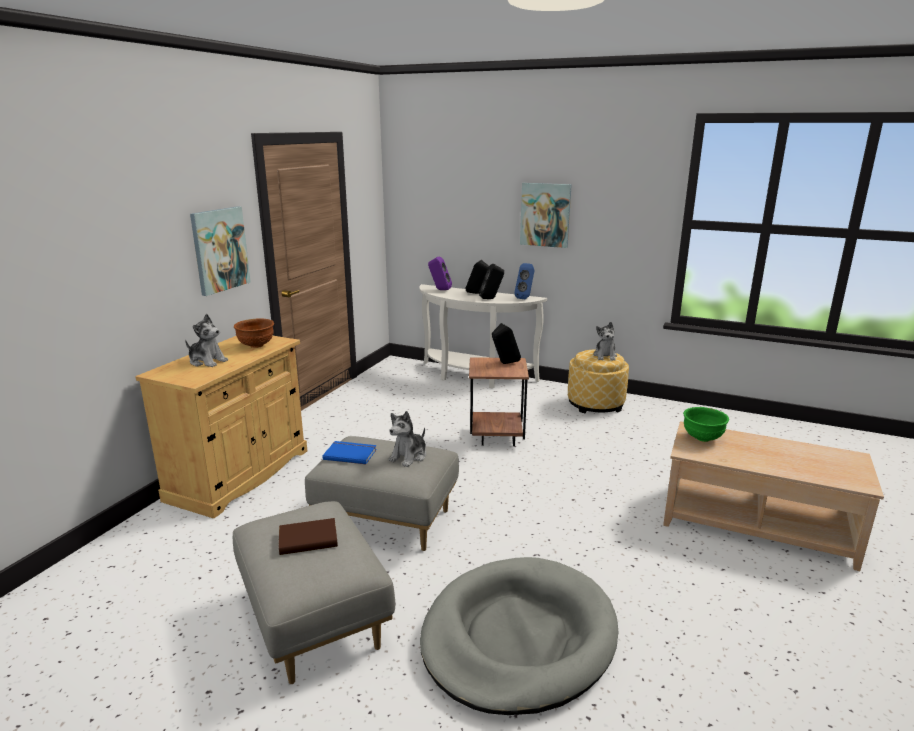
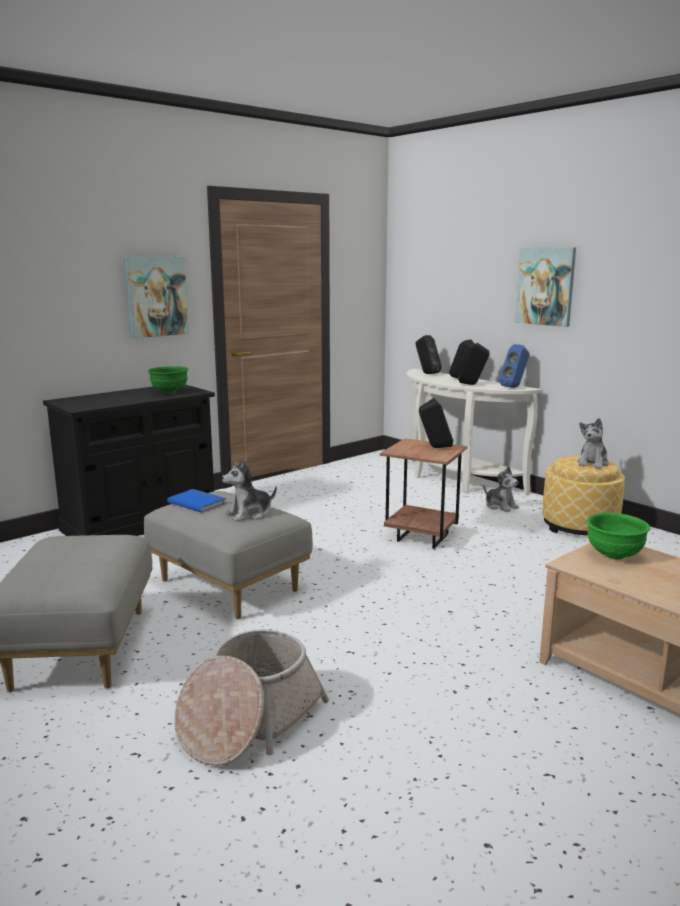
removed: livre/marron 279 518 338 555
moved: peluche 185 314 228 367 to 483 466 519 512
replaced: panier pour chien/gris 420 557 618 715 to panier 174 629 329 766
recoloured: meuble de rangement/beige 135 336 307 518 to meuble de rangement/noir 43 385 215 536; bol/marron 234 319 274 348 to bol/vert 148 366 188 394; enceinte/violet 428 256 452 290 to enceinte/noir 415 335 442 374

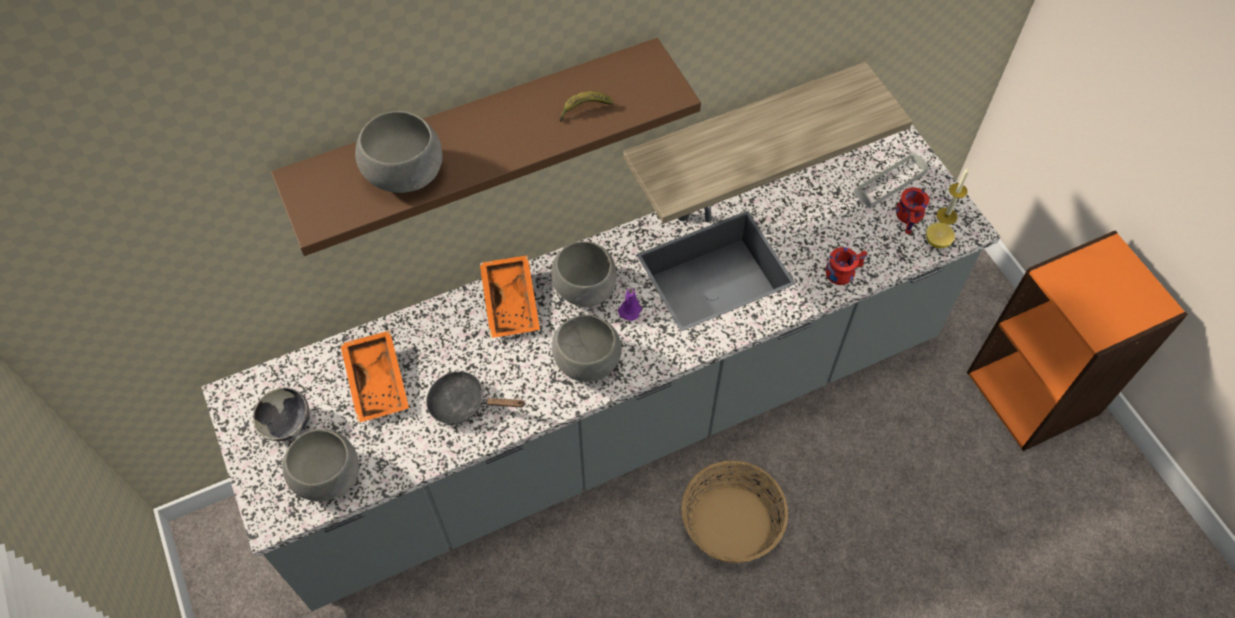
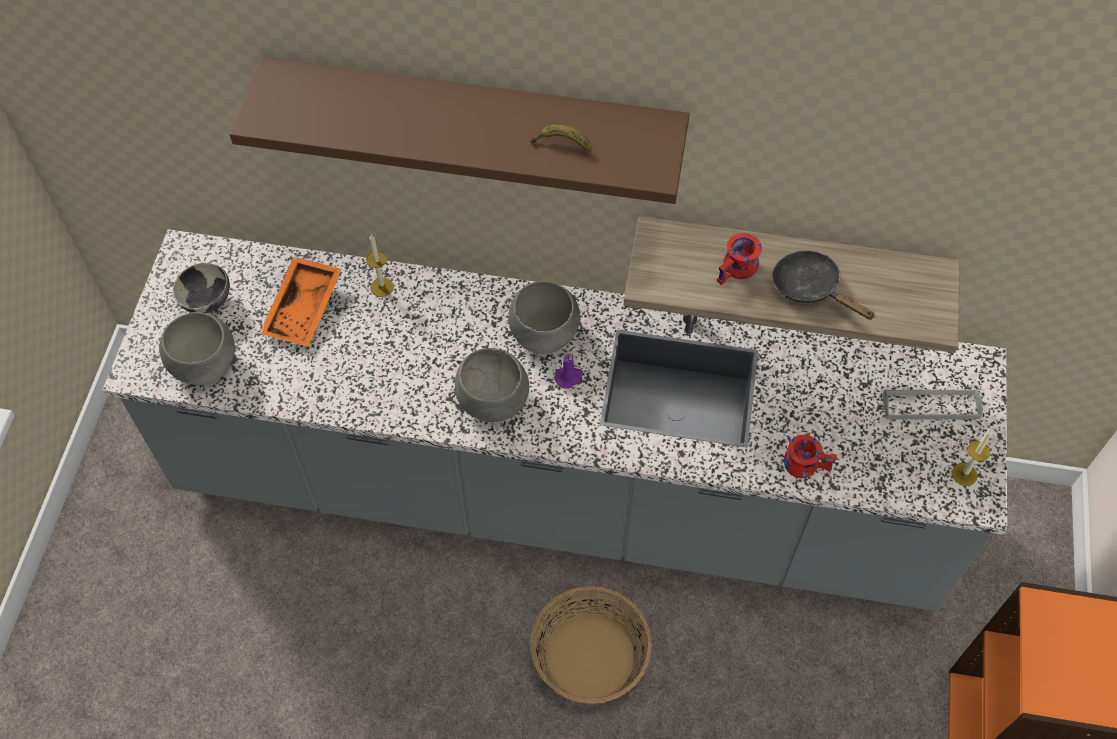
removed: bol/gris 355 111 442 193; plateau/orange 480 255 540 338; citron 926 222 955 248
added: bougie 366 234 394 297
moved: poêle/noir 426 370 526 425 to 773 250 875 320; mug/rouge 896 187 929 234 to 717 233 762 285

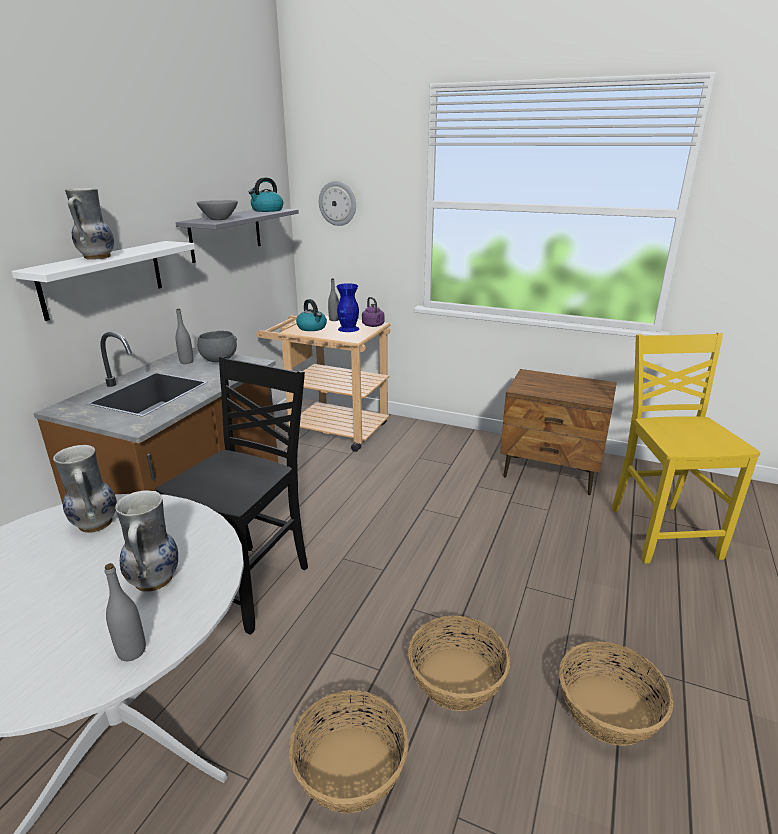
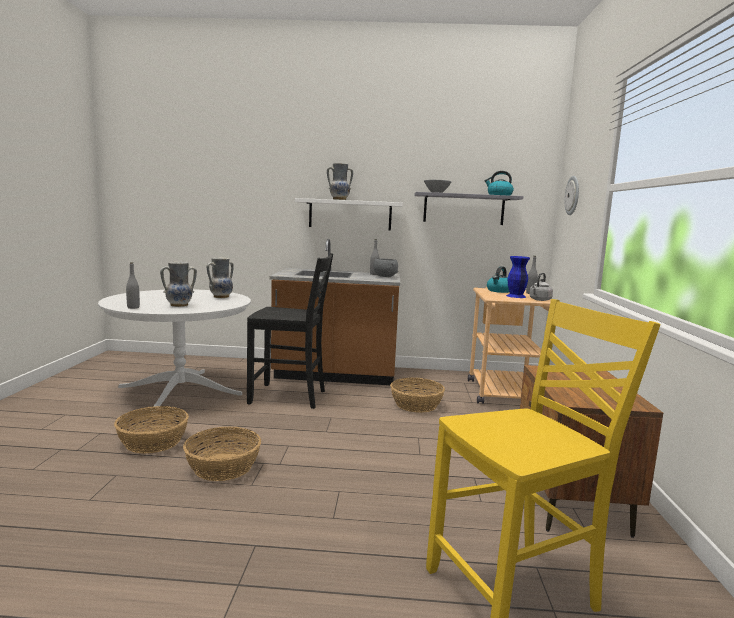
moved: panier 559 641 673 746 to 390 378 445 413
recoloured: bouilloire/violet 362 297 385 327 to bouilloire/gris 529 273 553 301

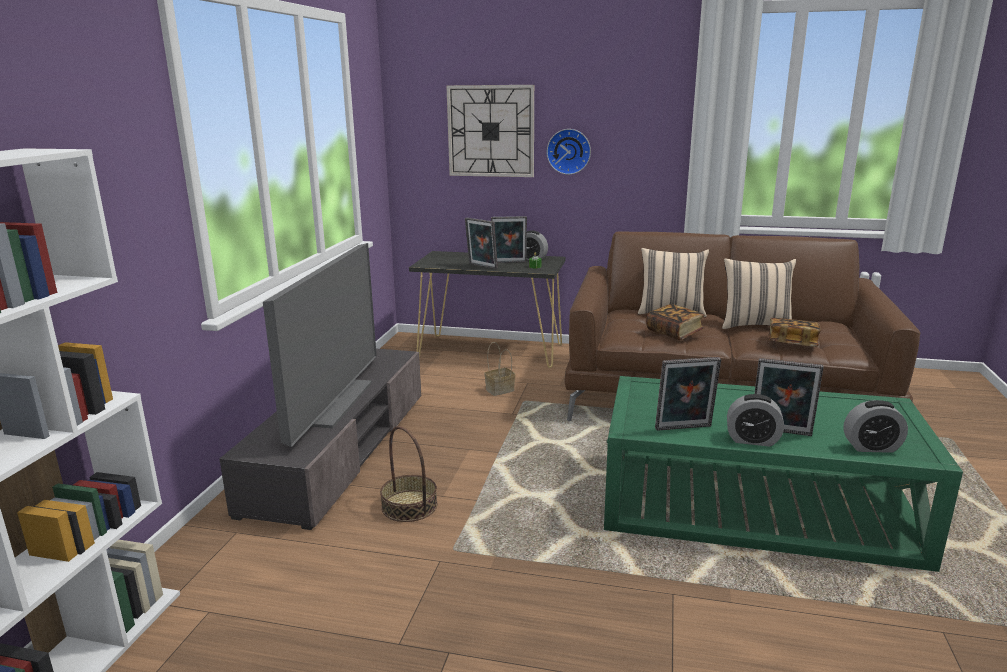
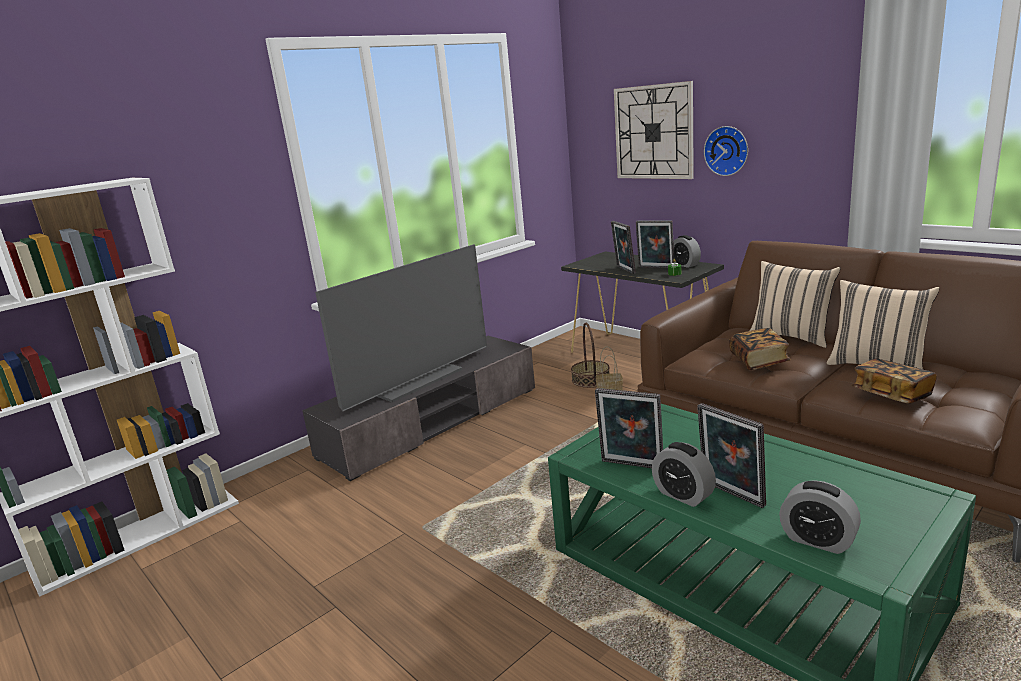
moved: panier 380 426 437 522 to 571 323 610 388

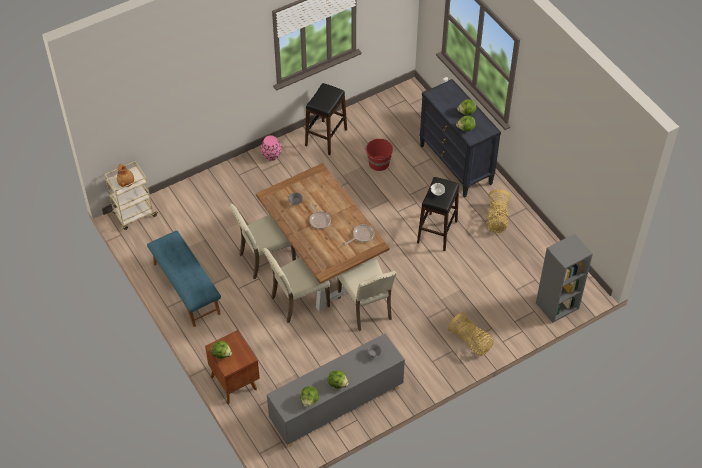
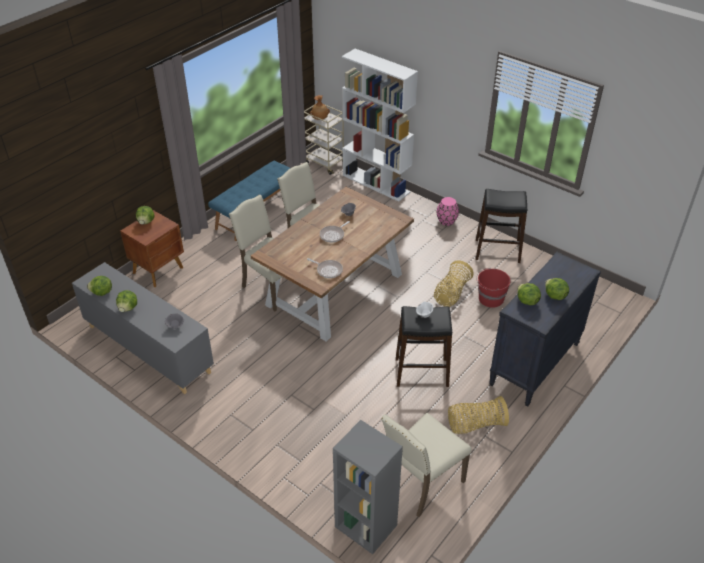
added: bibliothèque/blanc 342 49 418 202
moved: chaise/beige 337 259 396 331 to 381 413 472 517; panier 448 312 494 356 to 434 260 474 307

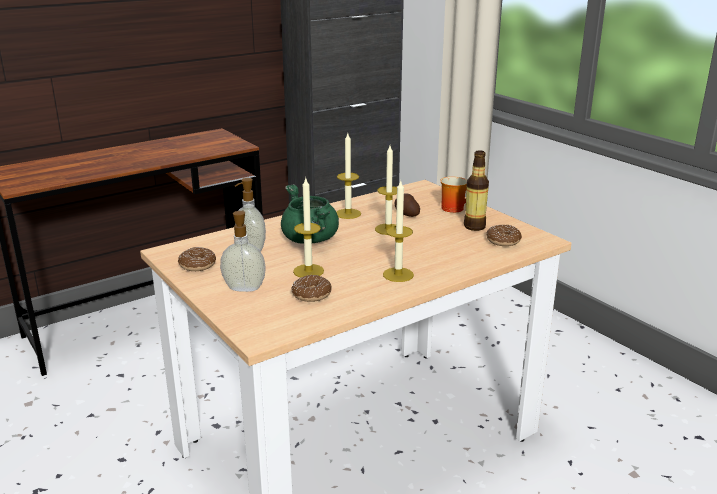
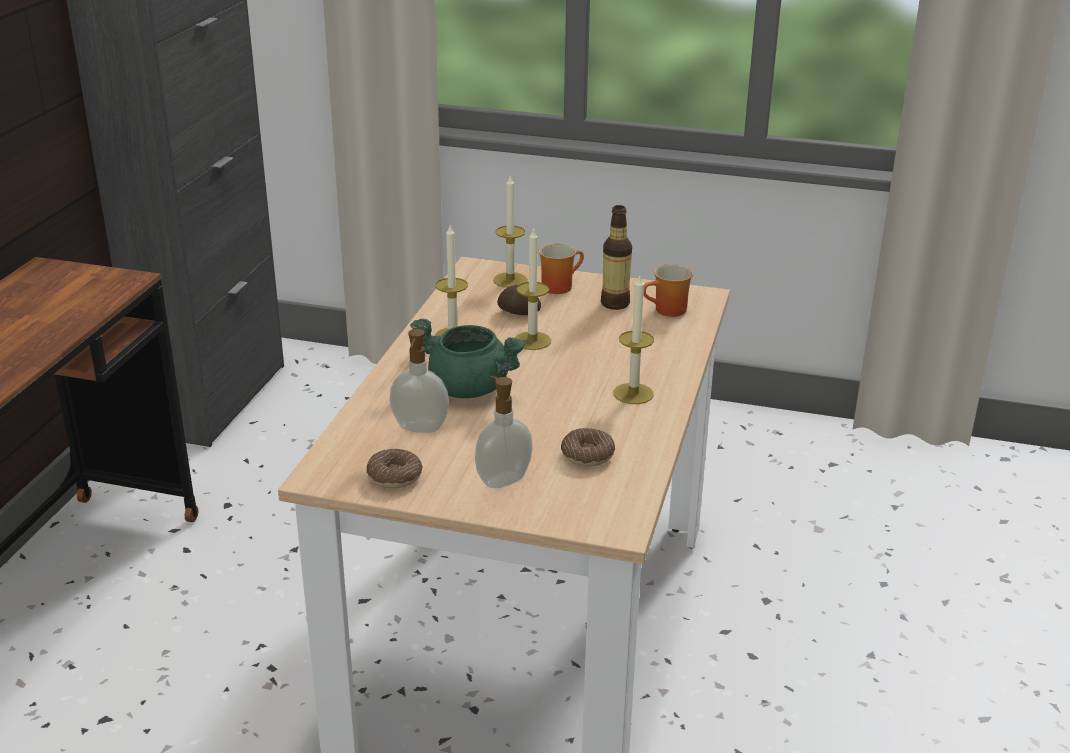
moved: bougie 293 178 324 277 to 493 174 528 288
replaced: beignet 487 225 522 246 to mug 643 264 693 317

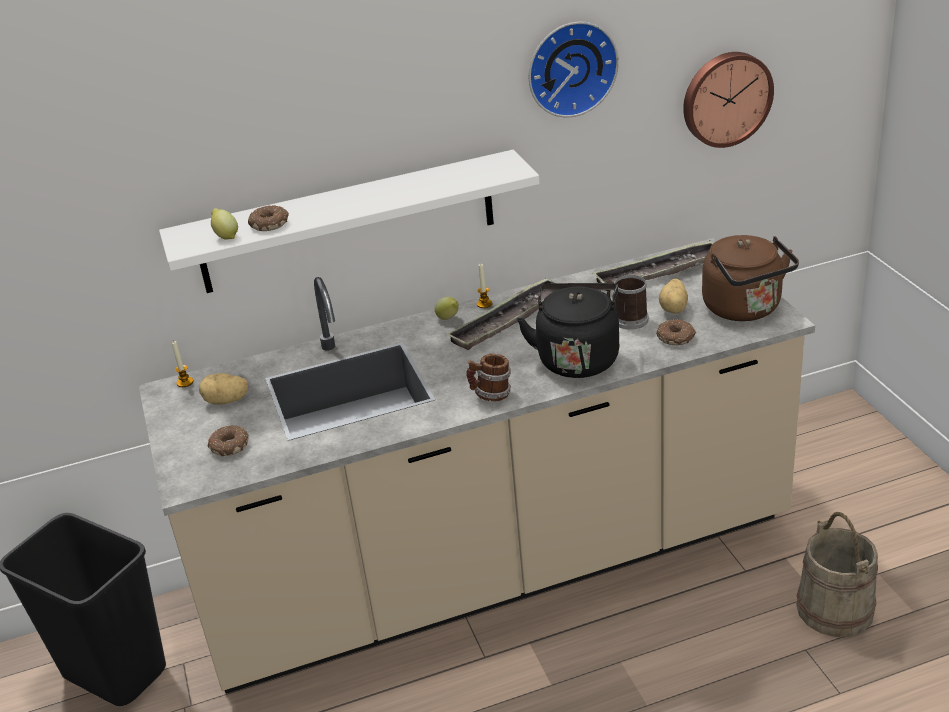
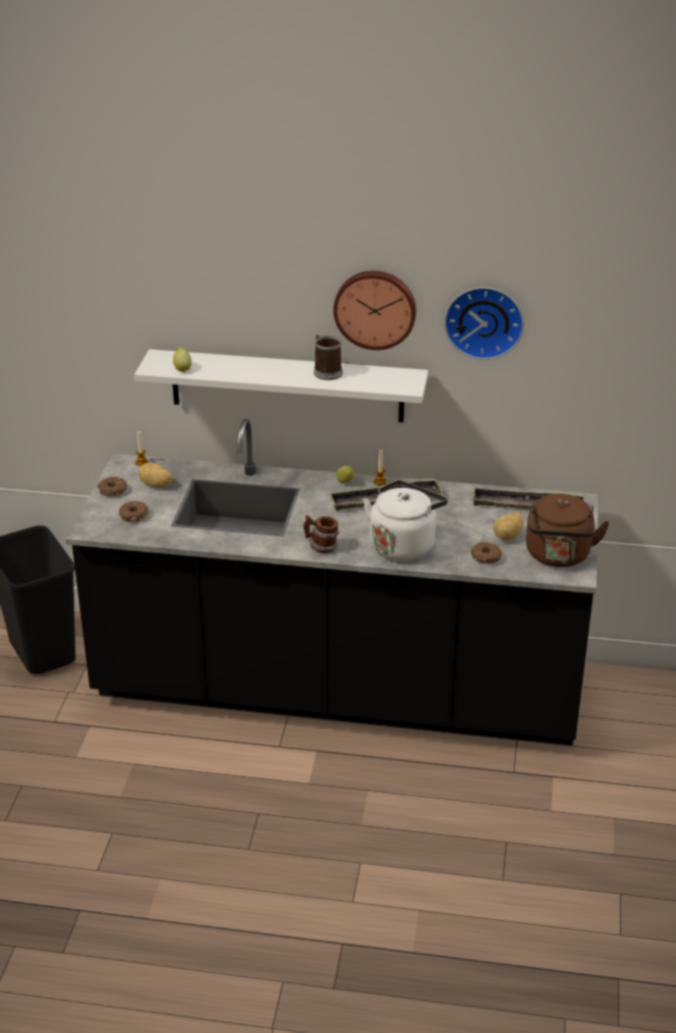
removed: seau/beige 796 512 878 637
moved: beignet 248 205 289 231 to 97 477 127 497; mug 606 275 649 330 to 314 335 343 380; horloge murale 683 52 774 148 to 333 271 416 350
recoloured: comptoir de cuisine/beige 139 238 815 694 to comptoir de cuisine/noir 66 419 598 746; bouilloire/noir 517 283 619 378 to bouilloire/blanc 363 480 448 561

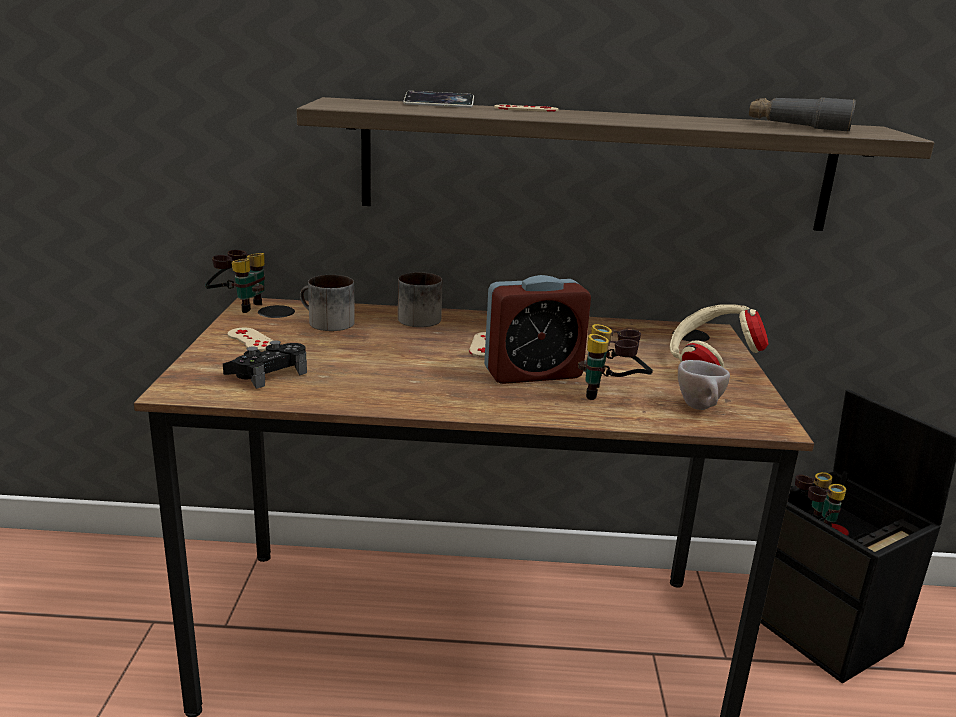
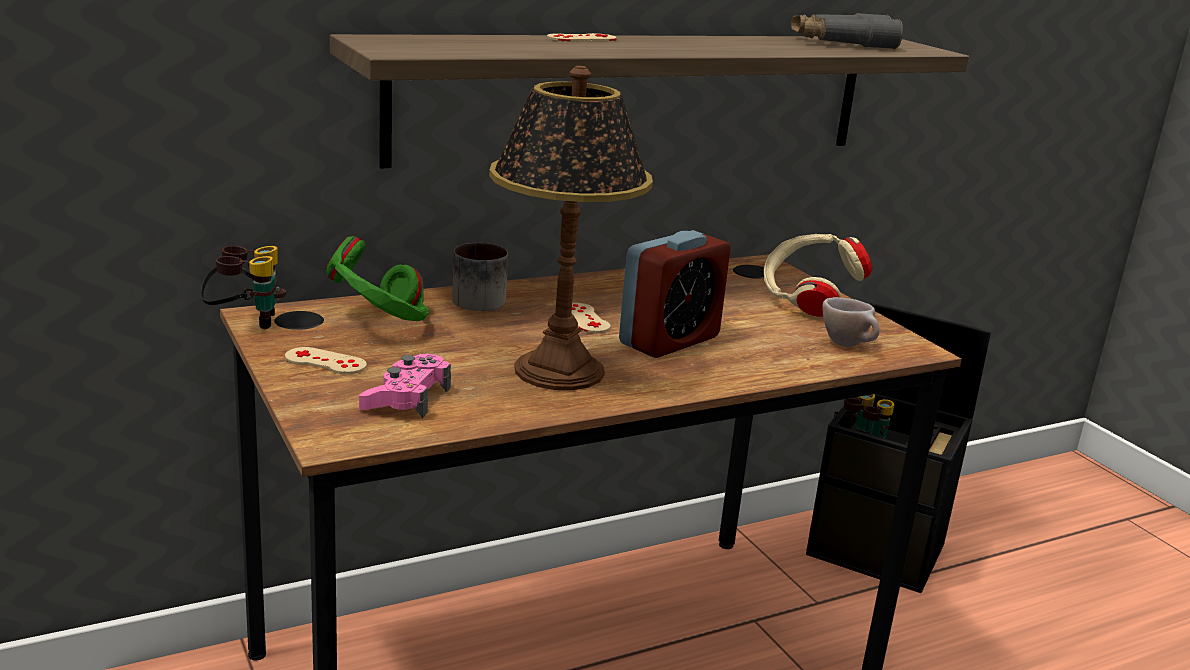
removed: téléphone 403 91 474 108; jumelles 578 324 653 400
added: lampe de table 489 66 653 390
replaced: mug 300 275 355 331 to casque audio/vert 326 236 429 321
recoloured: manette/noir 223 340 307 389 to manette/rose 359 354 451 418

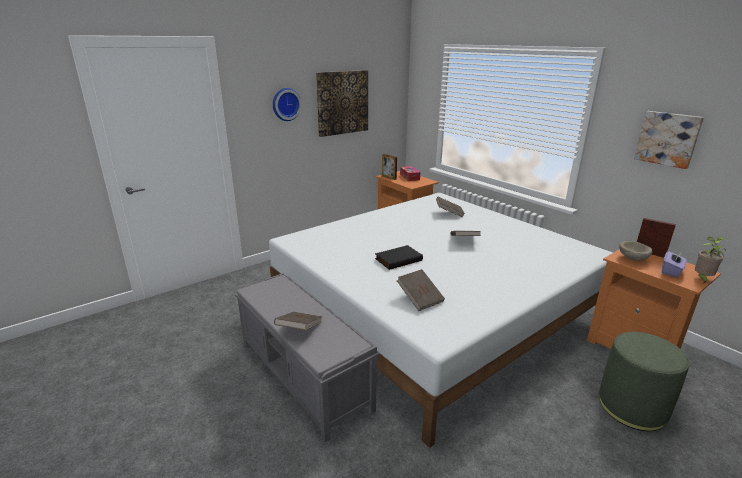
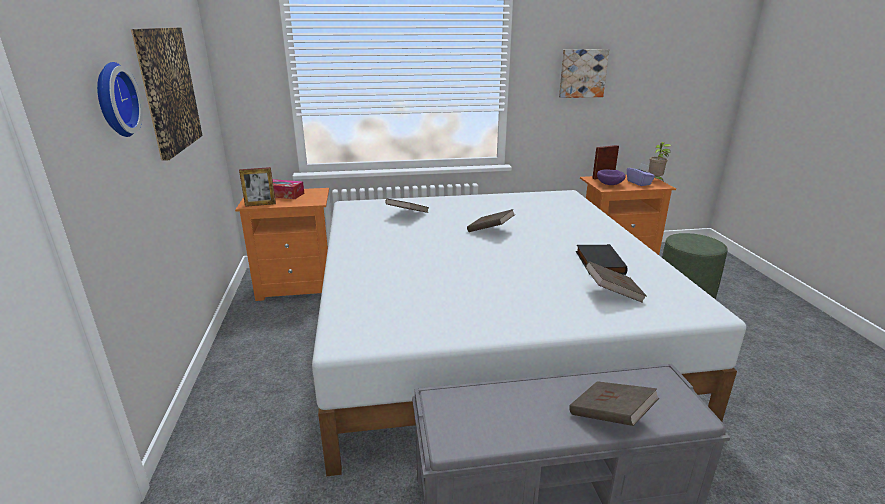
moved: livre/noir 375 245 423 270 to 576 244 628 275
recoloured: bol/beige 619 241 652 261 to bol/violet 597 169 626 185

